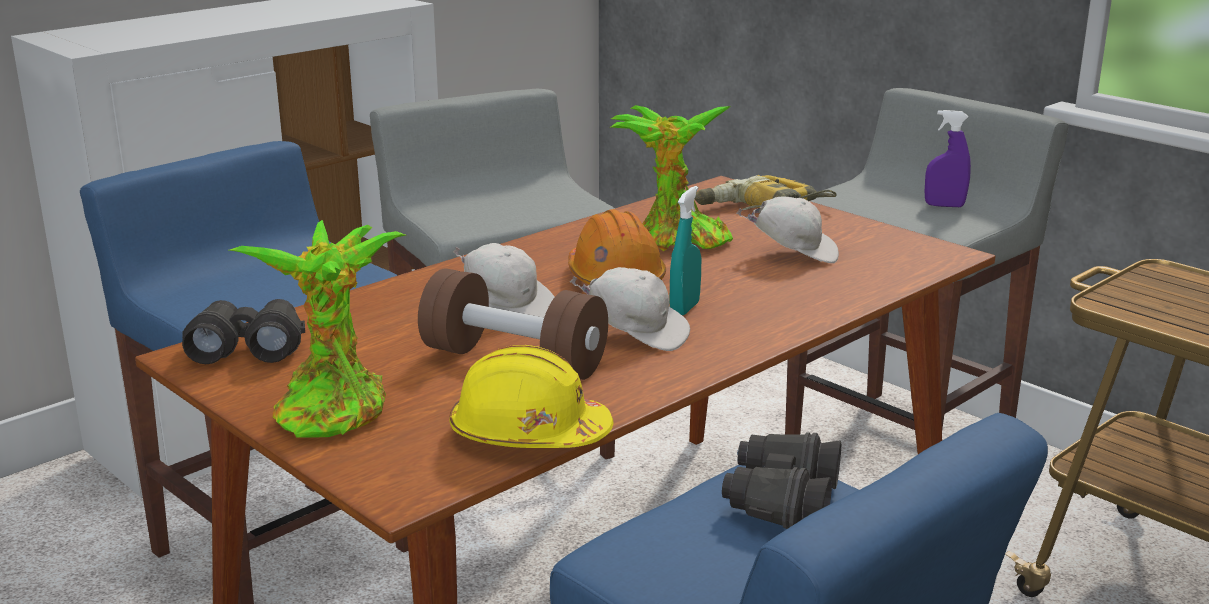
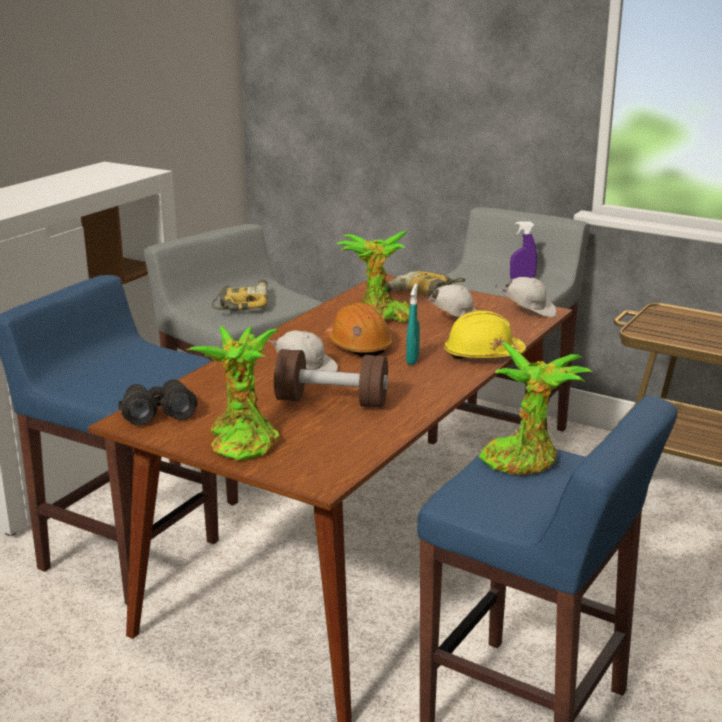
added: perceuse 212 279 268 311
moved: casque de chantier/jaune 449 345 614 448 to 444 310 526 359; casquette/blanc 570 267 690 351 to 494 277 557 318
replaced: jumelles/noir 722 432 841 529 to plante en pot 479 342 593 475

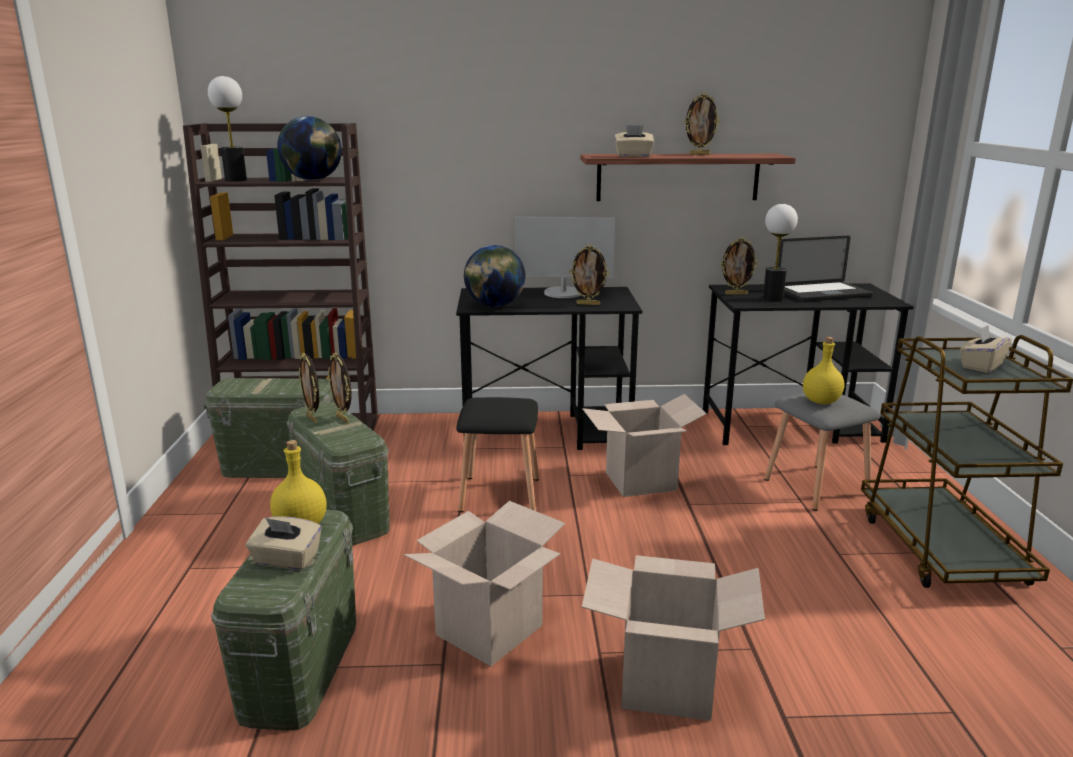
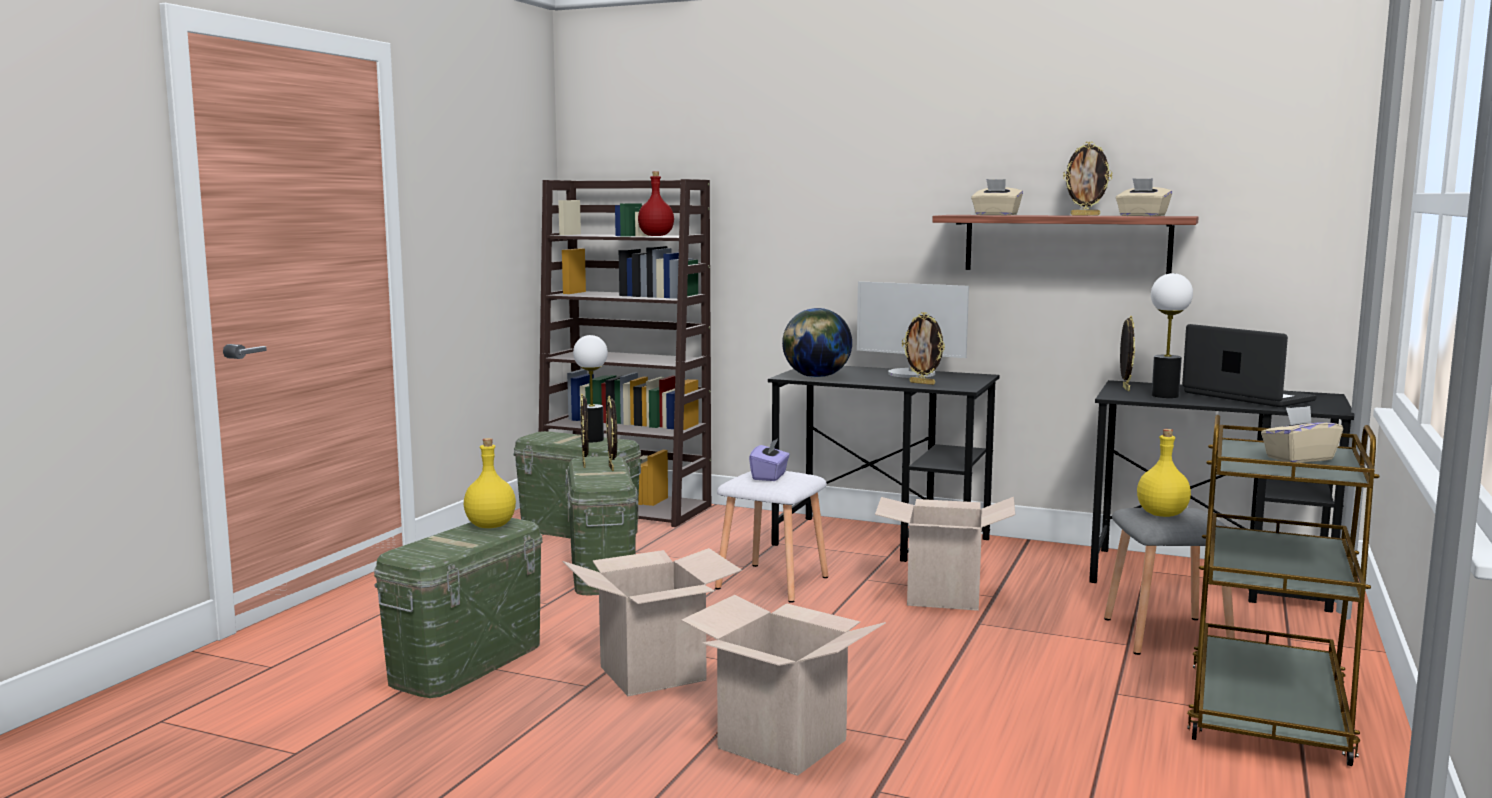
added: boîte à mouchoirs/violet 749 438 790 481
moved: lampe de table 208 76 247 182 to 573 335 608 442; boîte à mouchoirs/beige 246 516 321 570 to 1116 178 1172 216
replaced: globe 277 116 342 180 to bouteille/rouge 638 171 674 236
recoloured: tabouret/noir 456 397 539 512 to tabouret/blanc 715 471 828 603
turned: cadre photo 721 237 758 295 = 1120 316 1135 391 105 degrees counterclockwise; ordinateur portable 778 236 873 302 = 1182 324 1317 407 135 degrees counterclockwise

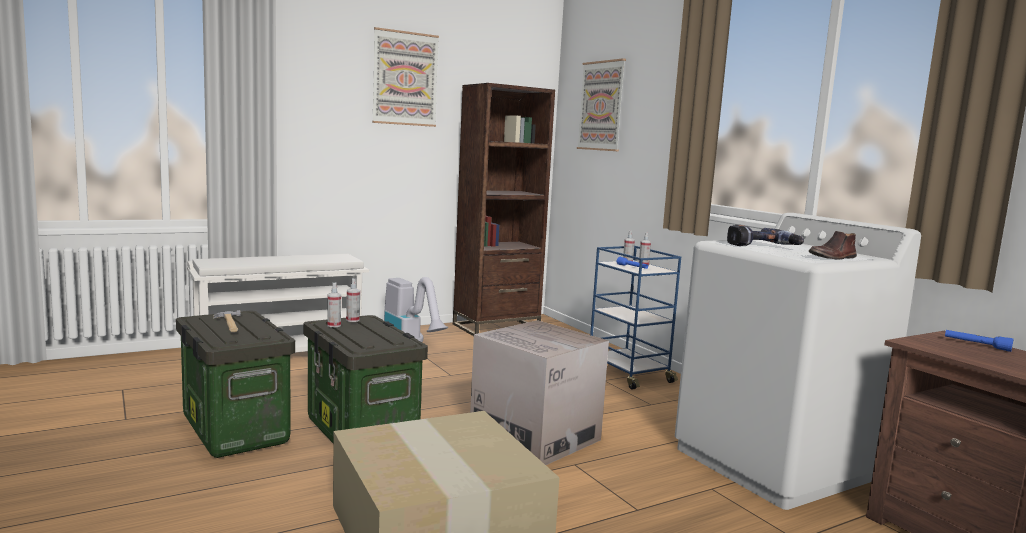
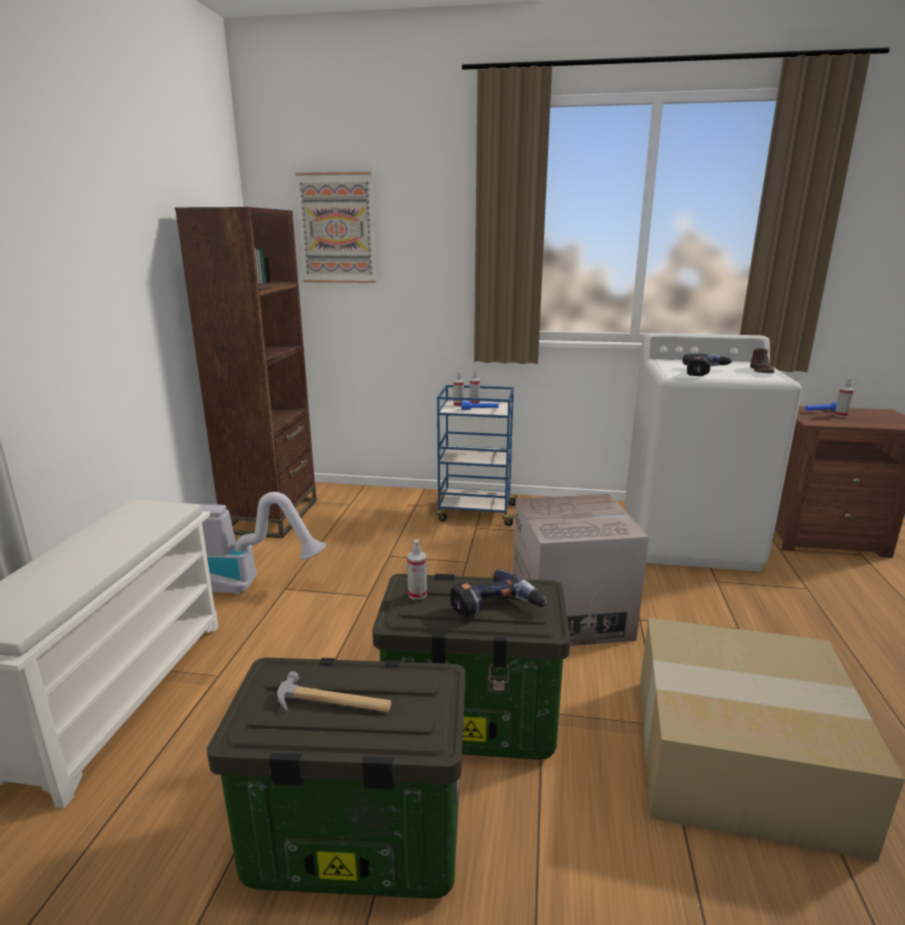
removed: tableau 372 27 439 127
added: perceuse 450 569 548 617
moved: vaporisateur 327 282 341 327 to 834 378 854 417

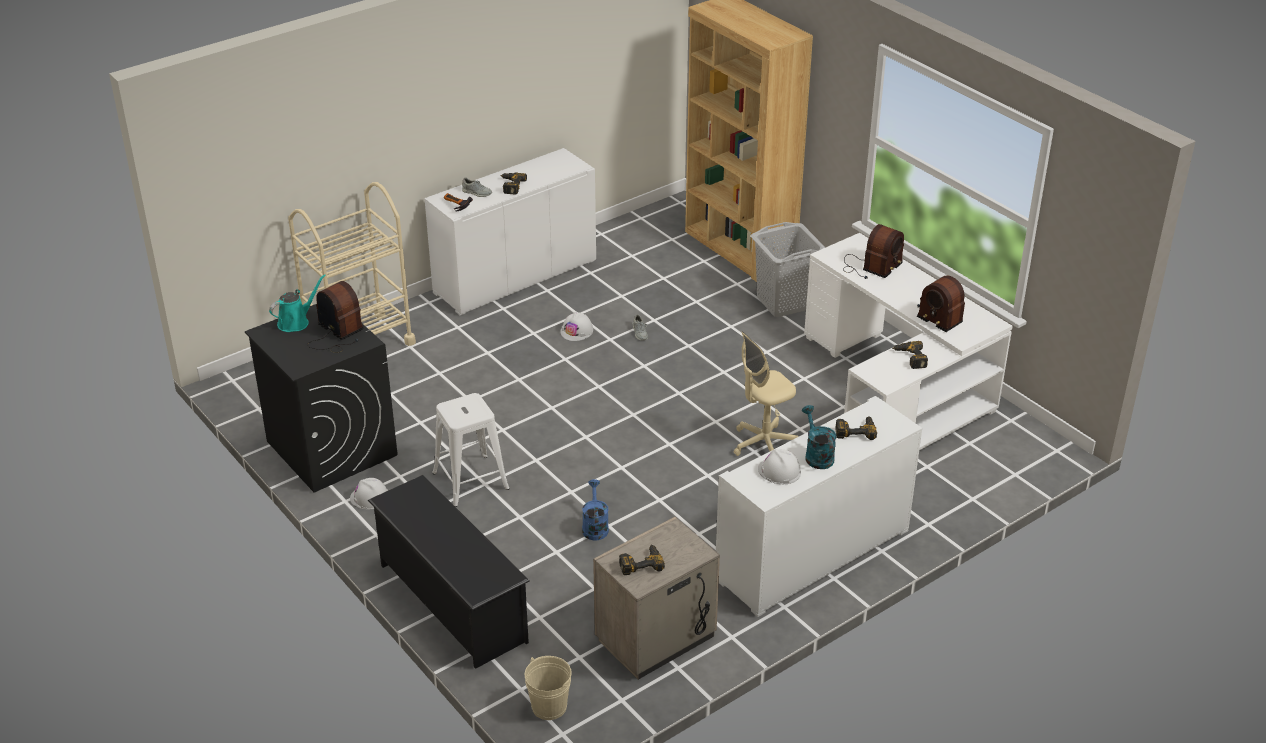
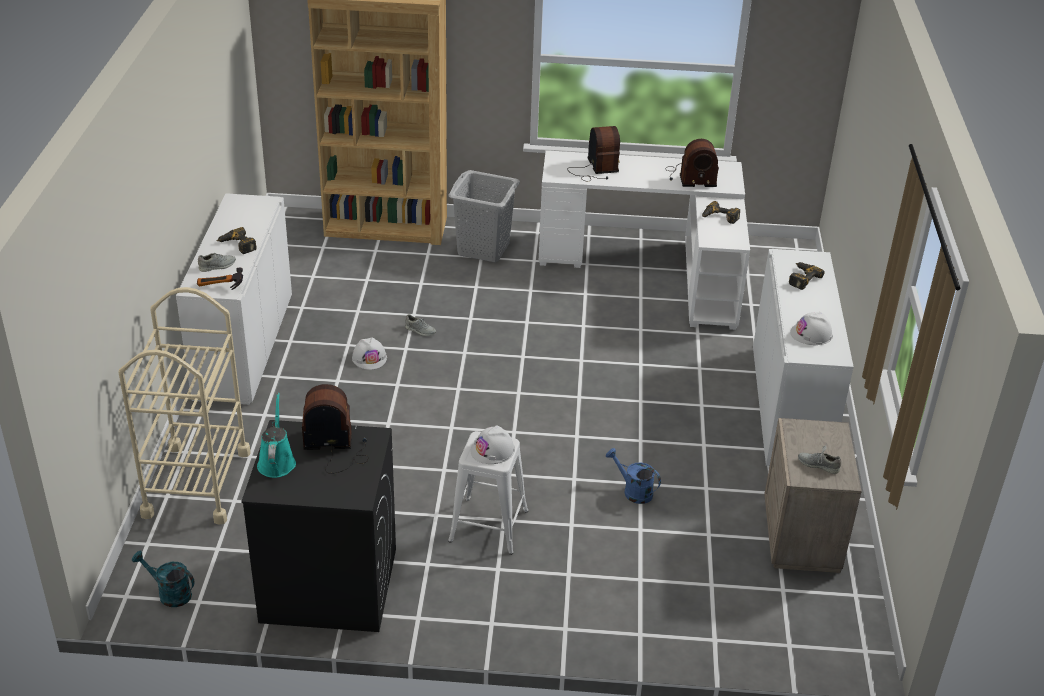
removed: étagère à chaussures/noir 368 475 530 669; seau/beige 525 656 572 720; chaise de bureau/beige 734 331 799 456
moved: casque de chantier/blanc 350 478 388 509 to 471 426 515 464; arrosoir/turquoise 802 405 836 469 to 132 551 195 607
replaced: perceuse 619 544 665 575 to chaussure/gris 798 444 841 474

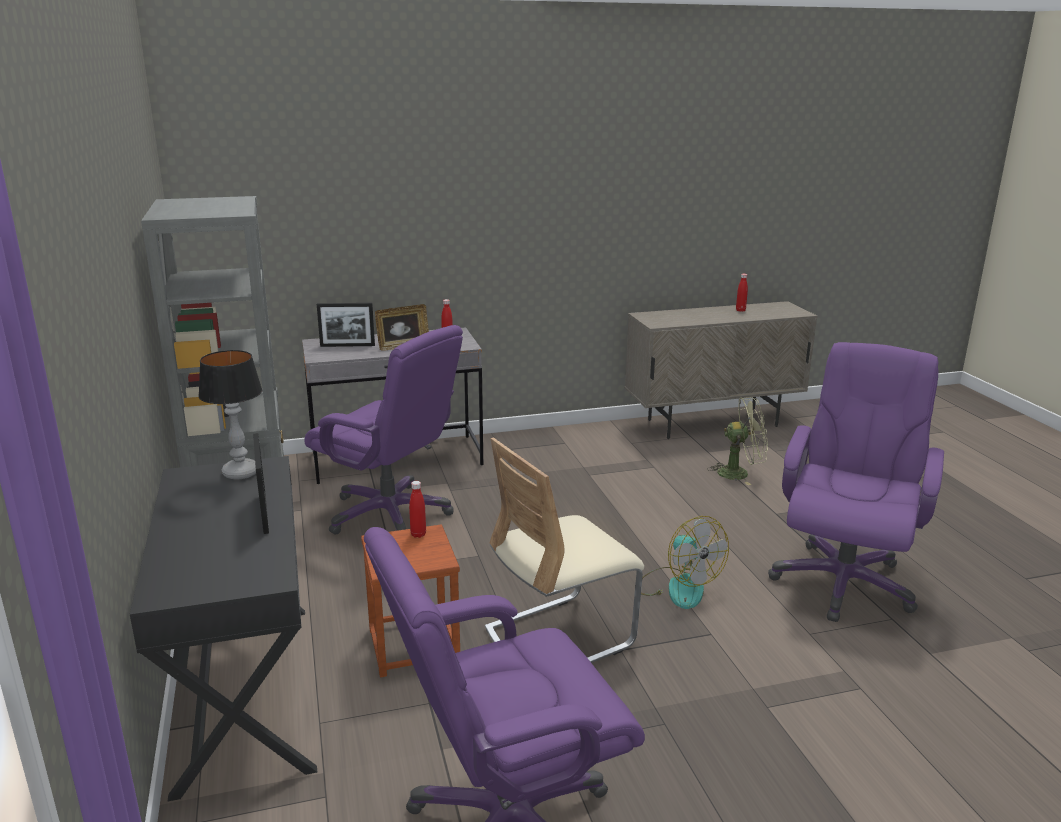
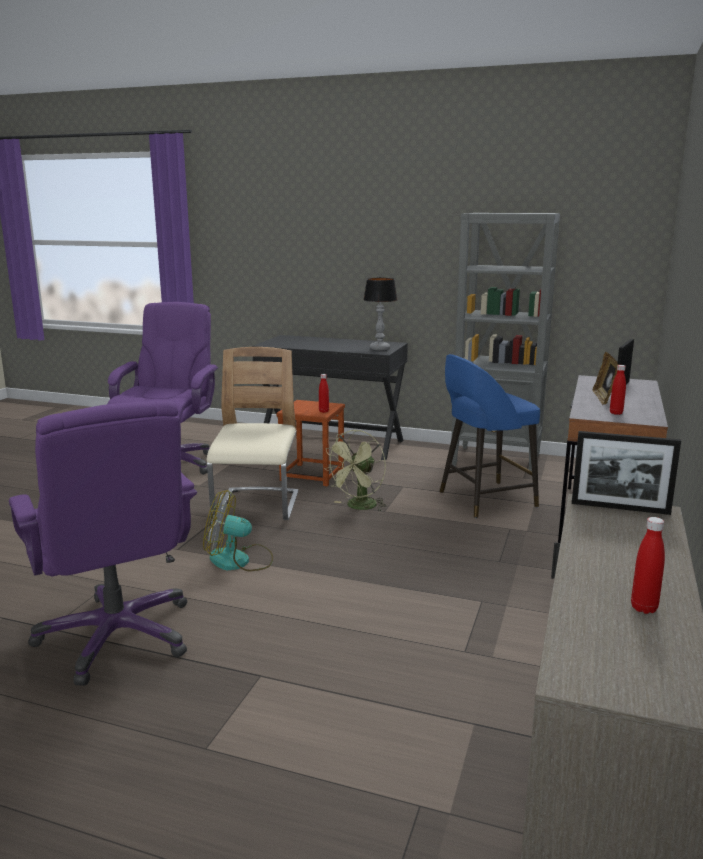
moved: cadre photo 253 433 269 534 to 572 431 681 515; ventilateur/vert 707 397 768 485 to 324 430 387 512
replaced: chaise de bureau/violet 304 325 463 535 to tabouret/bleu 439 354 540 518

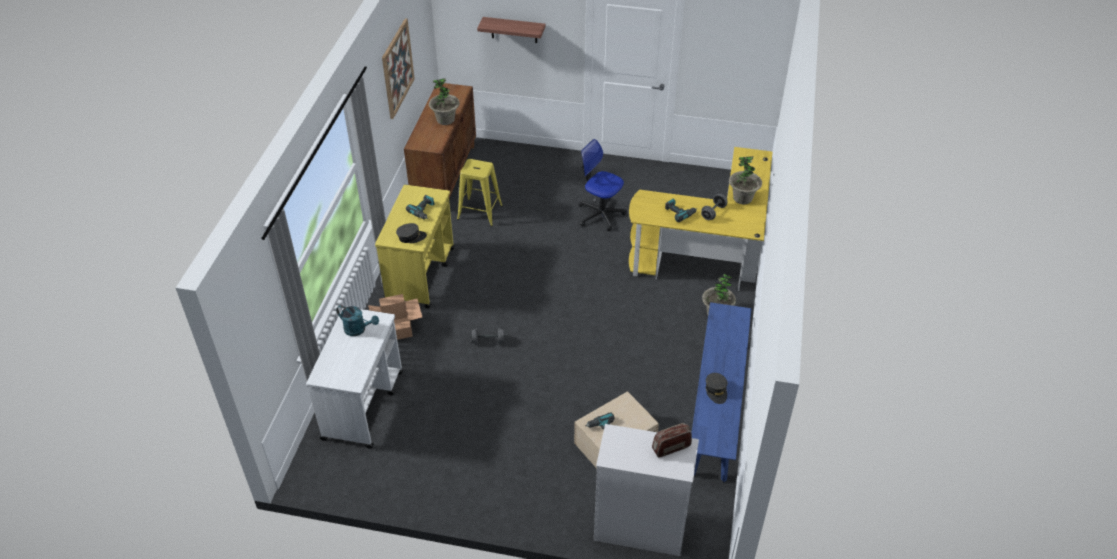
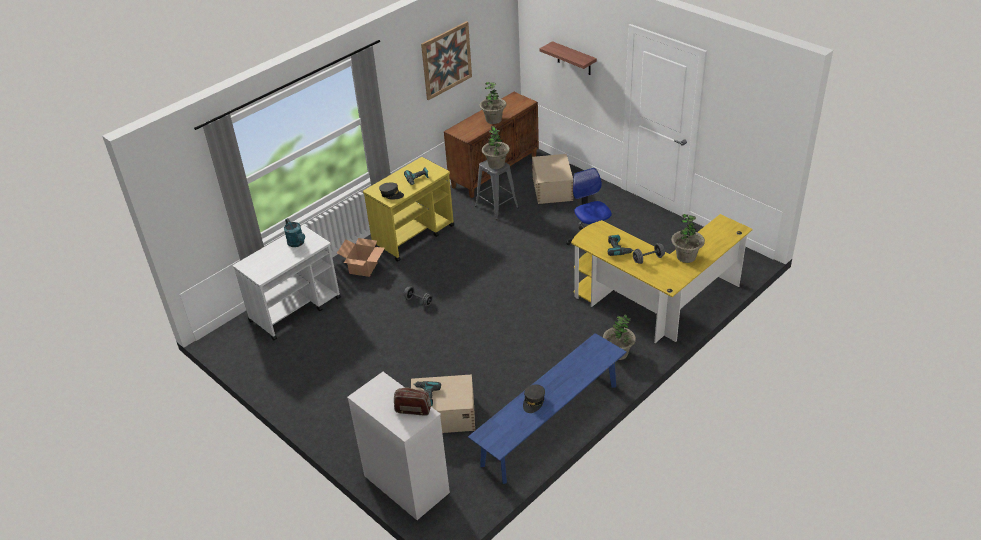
added: plante en pot 482 126 510 169; boîte de rangement/beige 532 154 573 204
recoloured: tabouret/jaune 457 159 503 226 to tabouret/gris 475 160 519 220

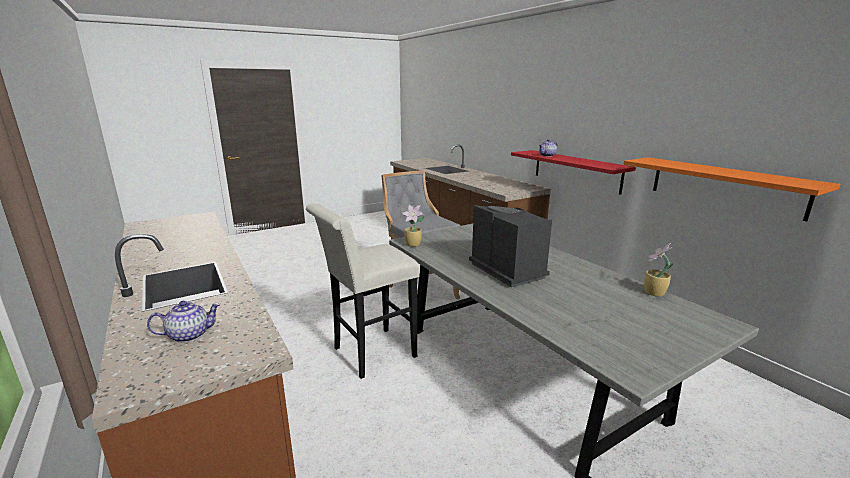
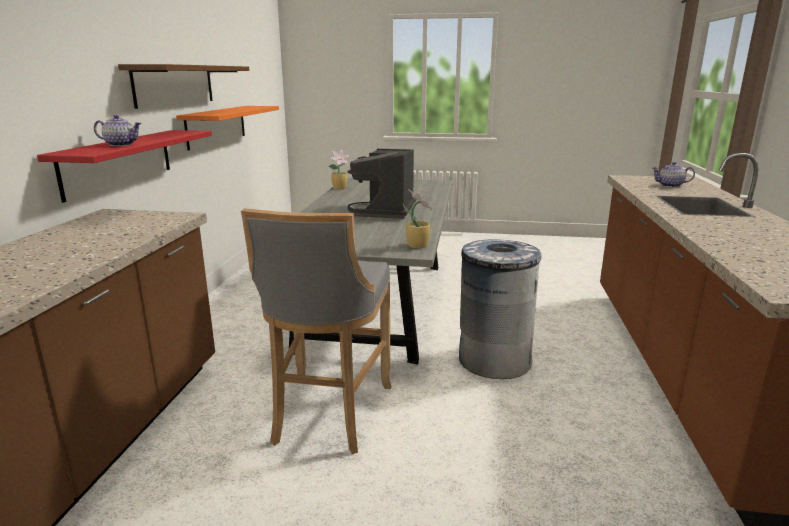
added: étagère/marron 118 64 249 109
replaced: tabouret/blanc 306 203 420 379 to poubelle/gris 459 239 542 379

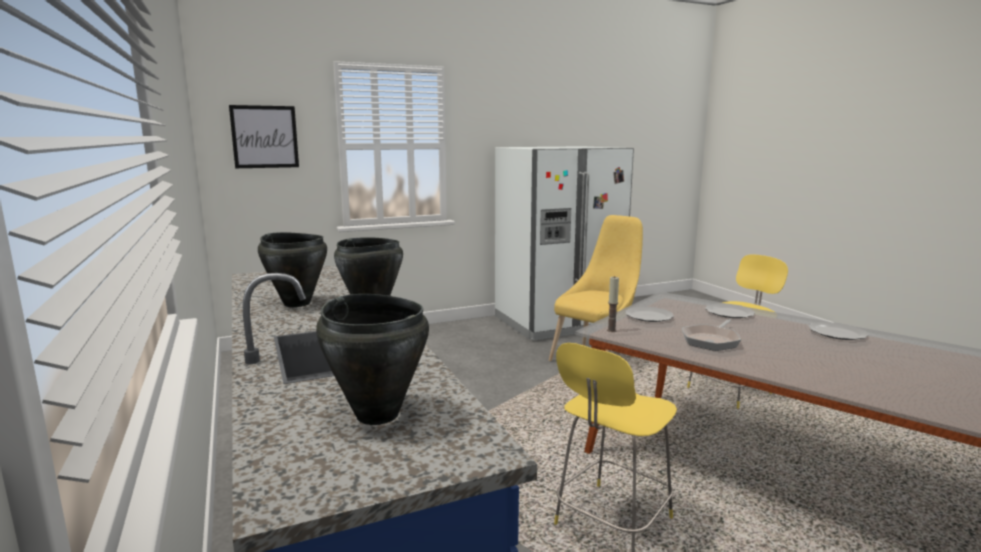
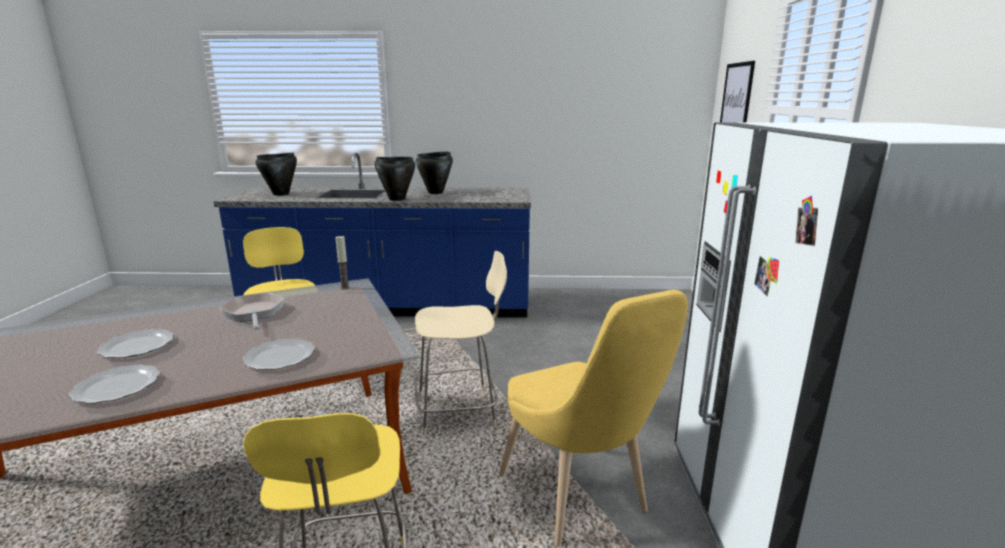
added: tabouret/beige 414 251 507 436
moved: assiette 625 306 674 322 to 97 329 174 358

